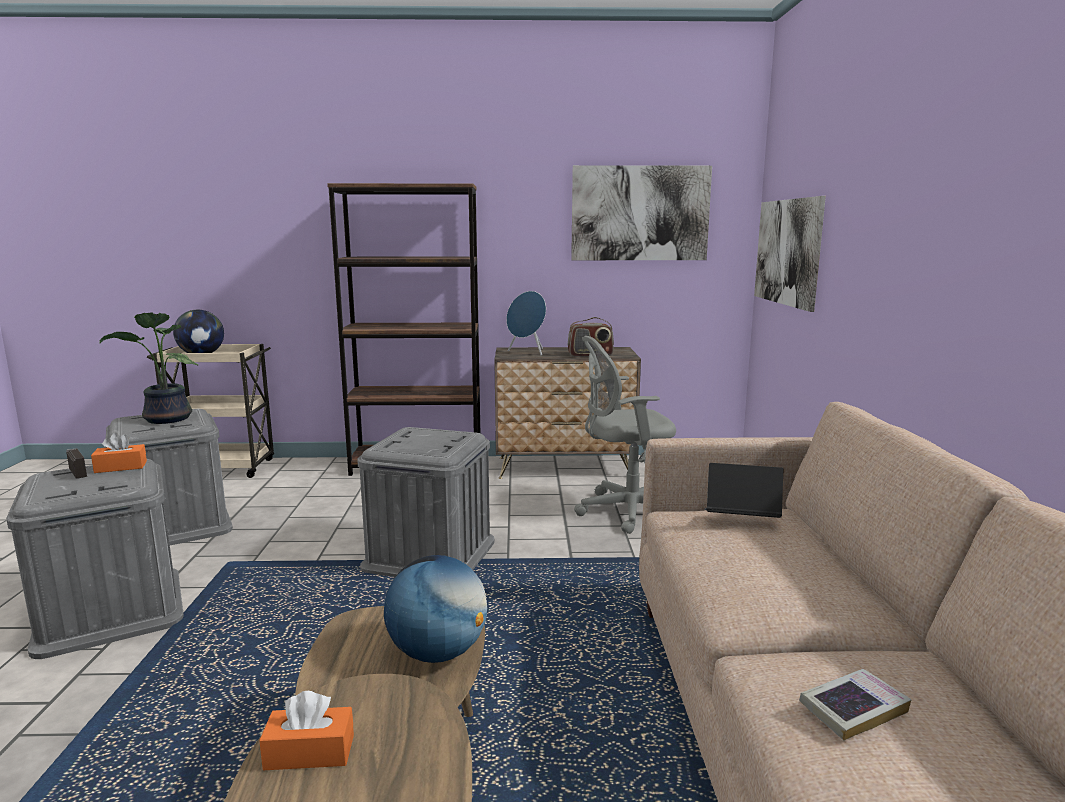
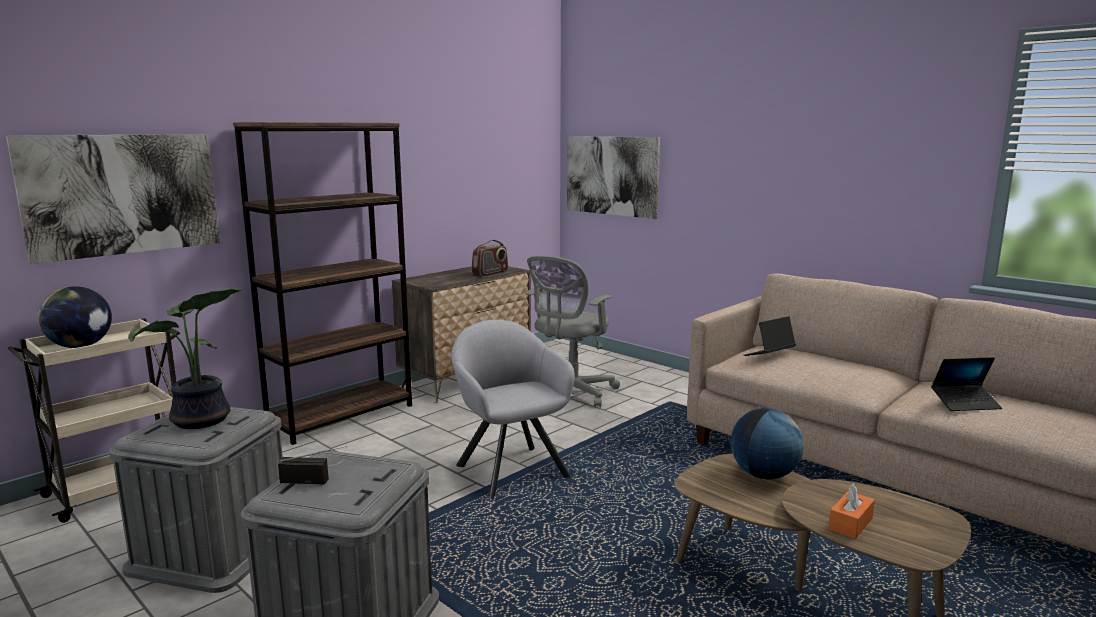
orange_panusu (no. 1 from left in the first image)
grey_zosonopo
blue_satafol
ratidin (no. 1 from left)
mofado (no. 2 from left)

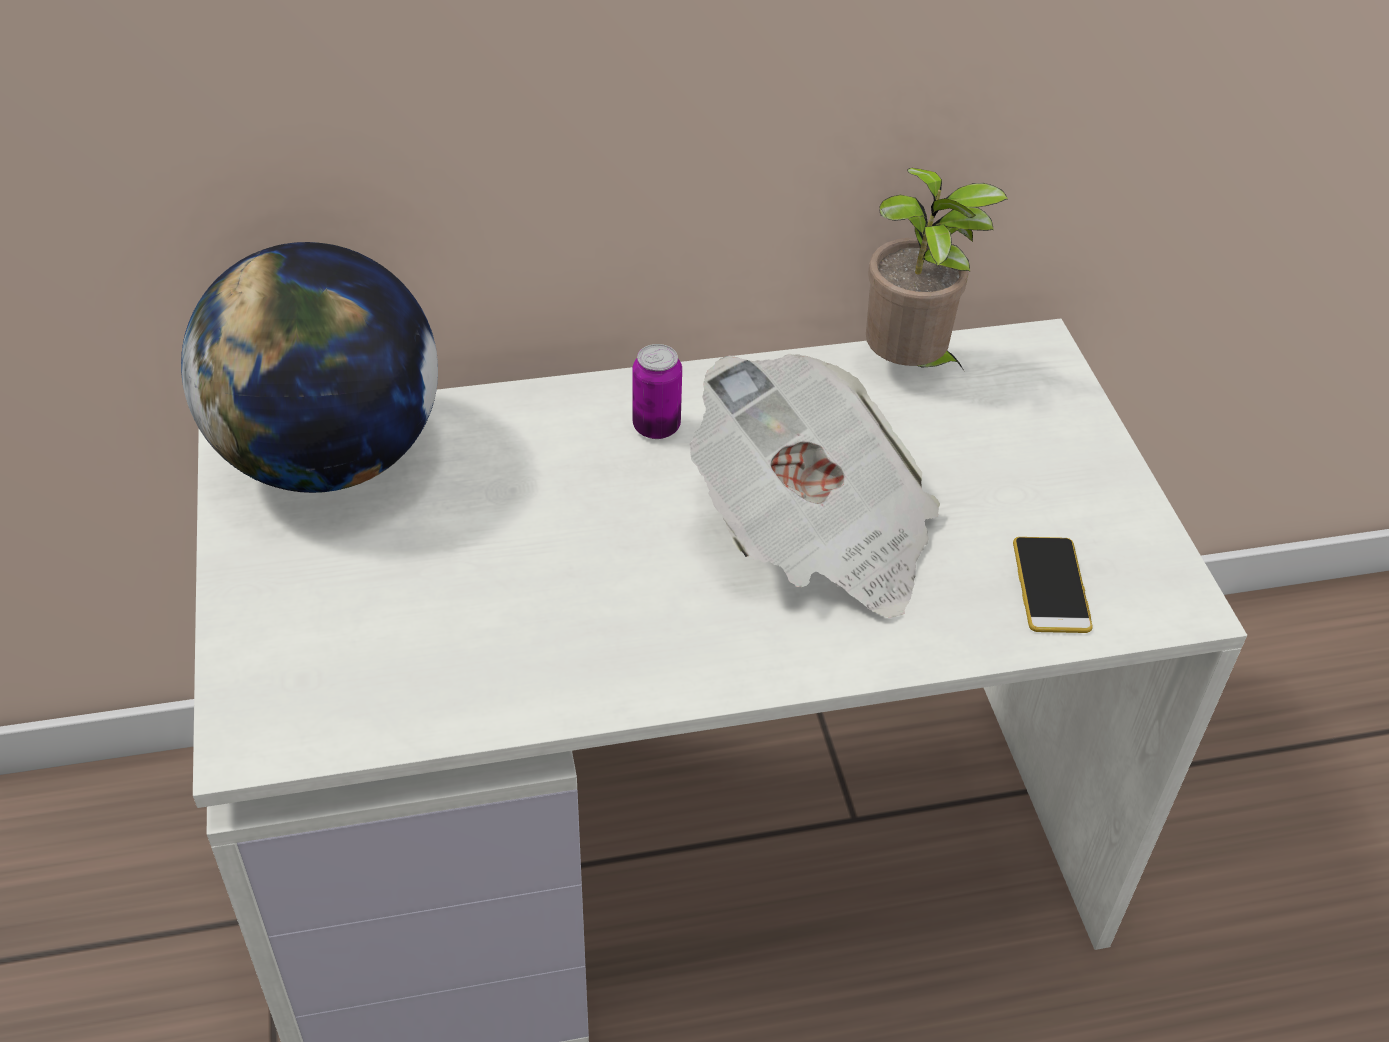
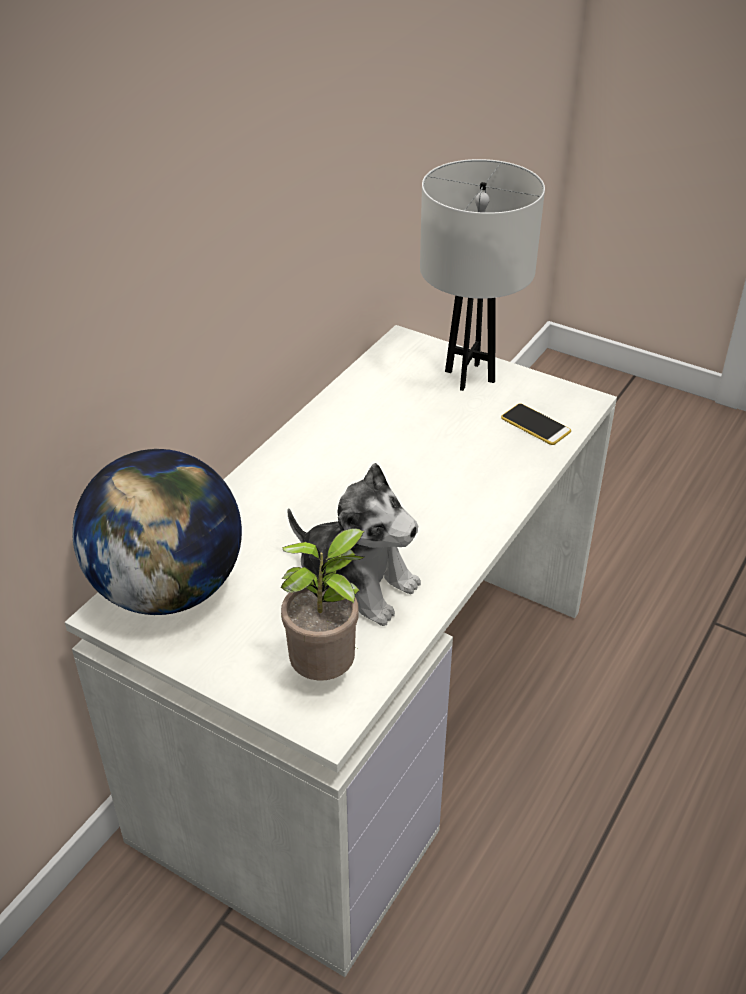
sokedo
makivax
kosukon
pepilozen
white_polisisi

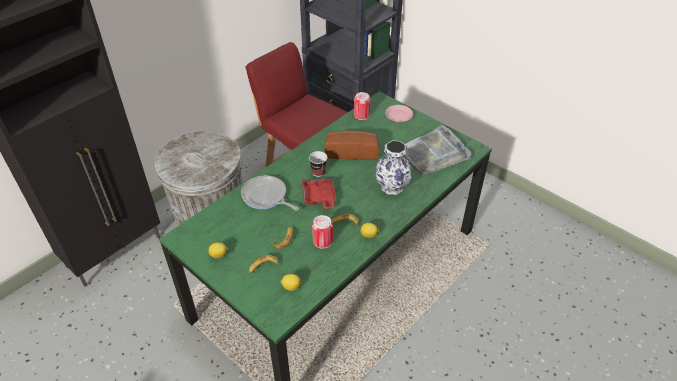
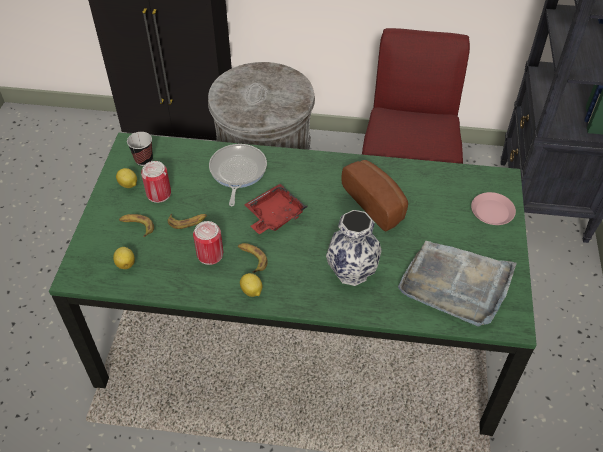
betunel
sokedo (no. 1 from left)

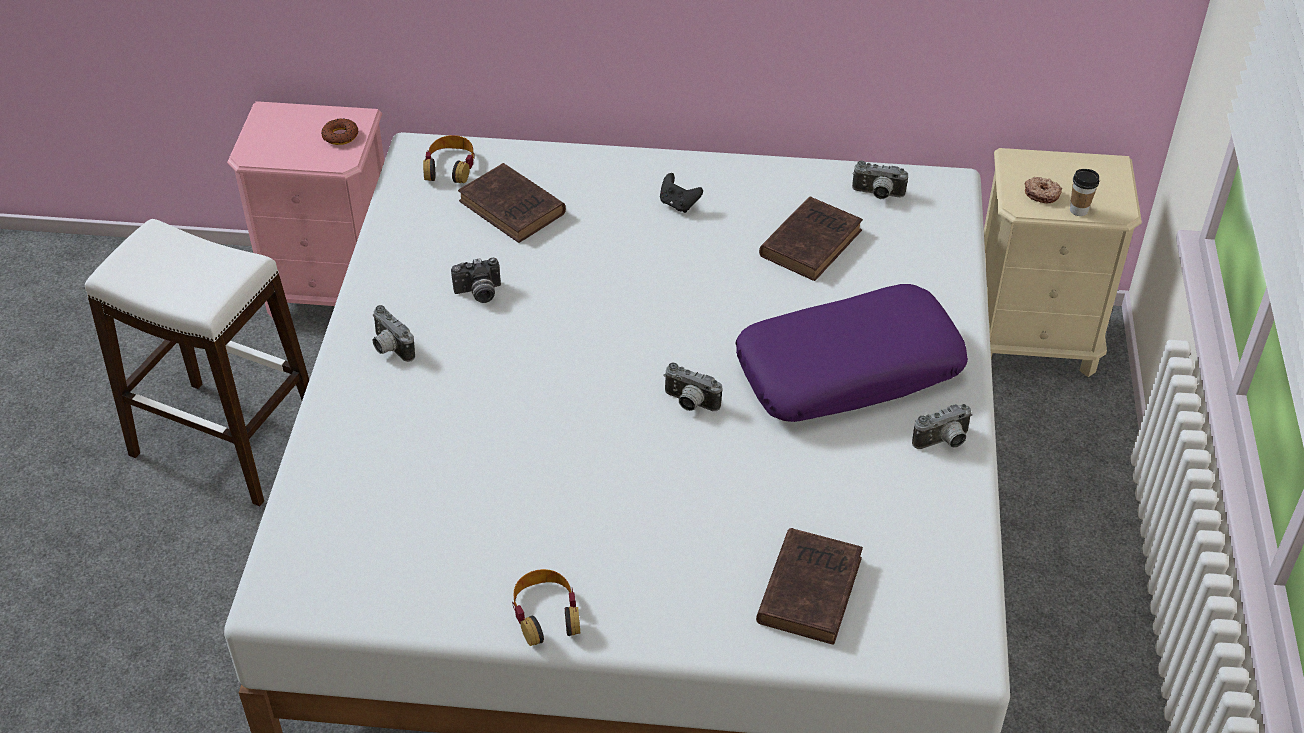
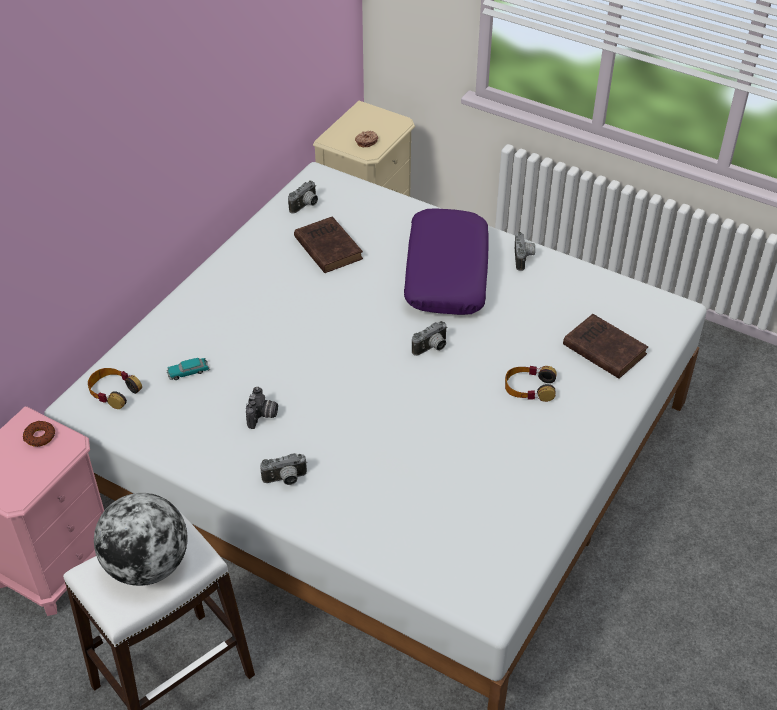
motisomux
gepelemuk (no. 2 from left)
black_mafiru
betunel
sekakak

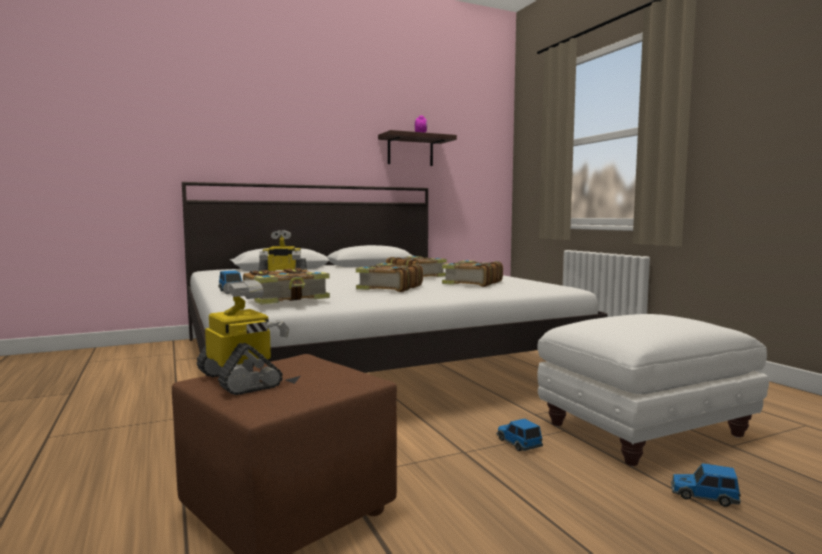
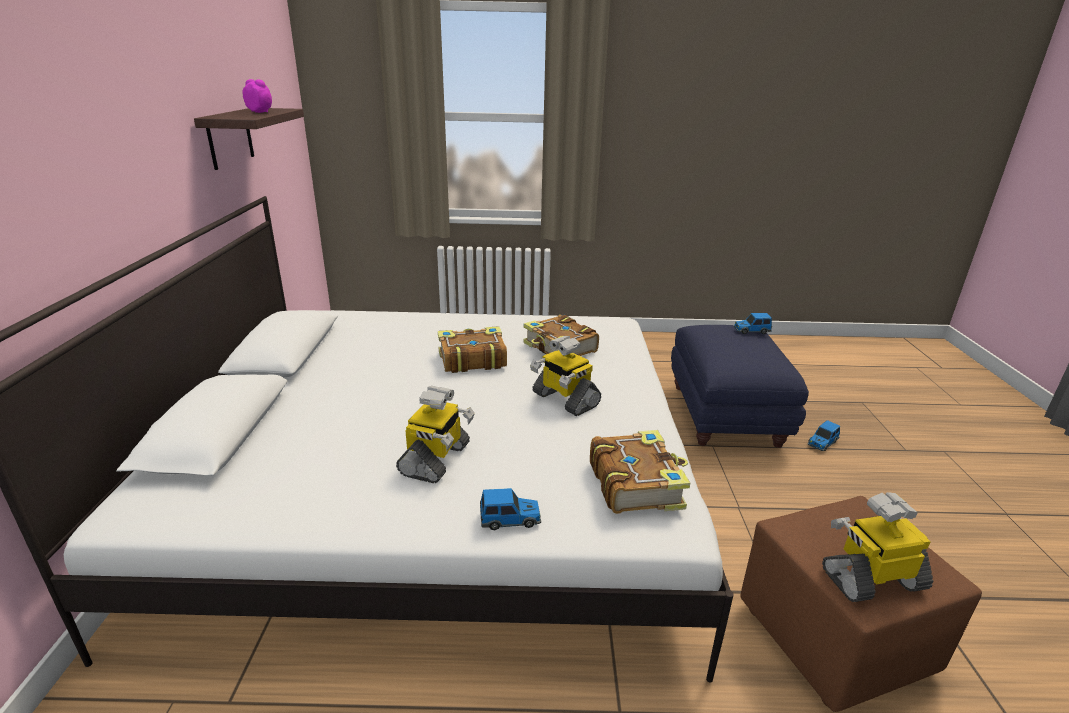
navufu (no. 2 from left)
motisomux (no. 2 from left)
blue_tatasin

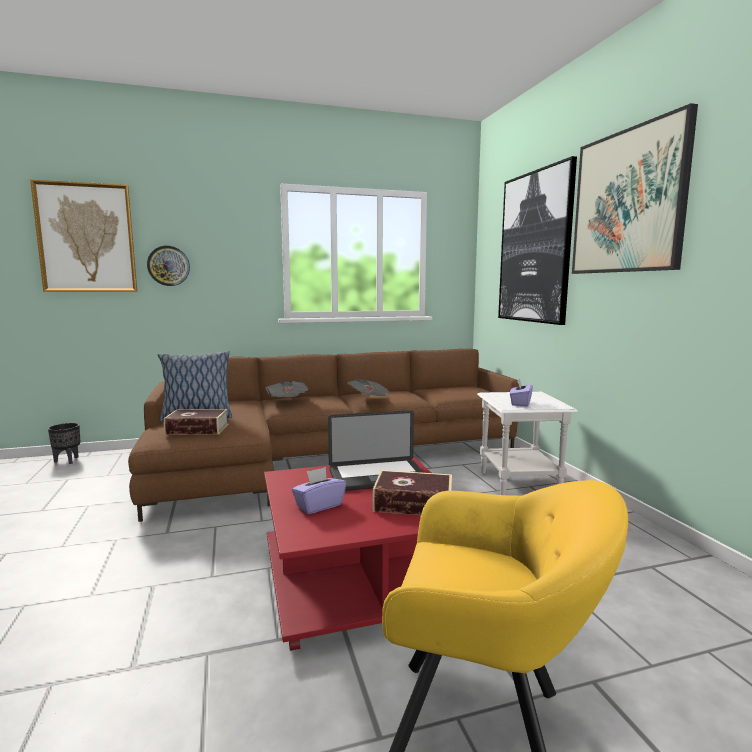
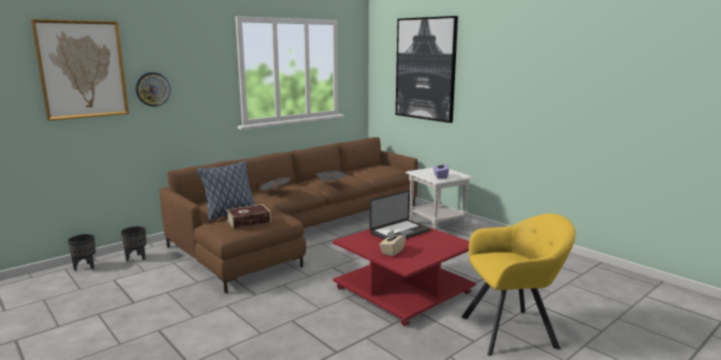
beige_panusu
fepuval (no. 2 from left in the first image)
ratidin (no. 3 from left in the first image)
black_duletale (no. 2 from left)

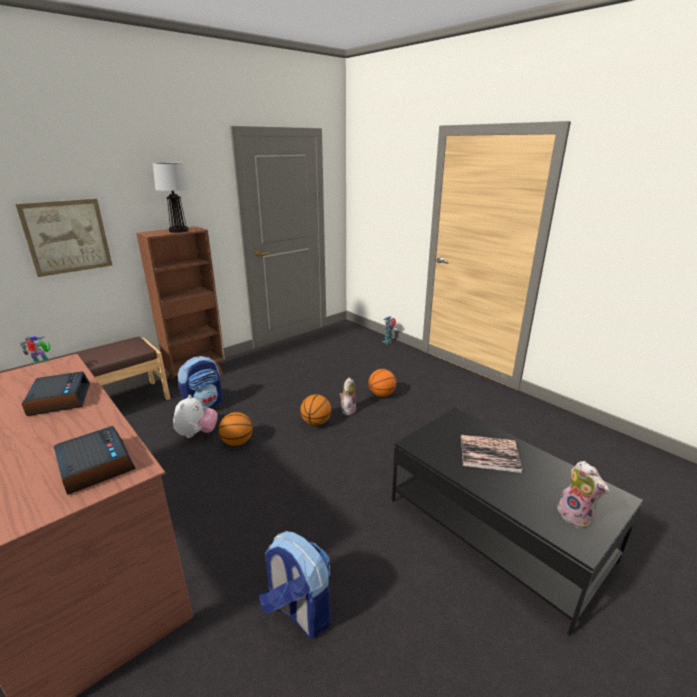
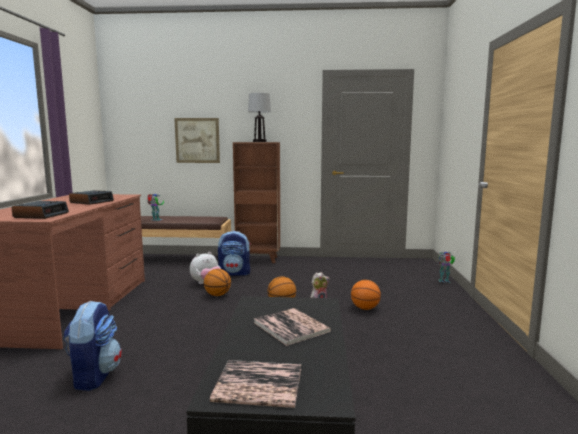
fepuval (no. 1 from left)

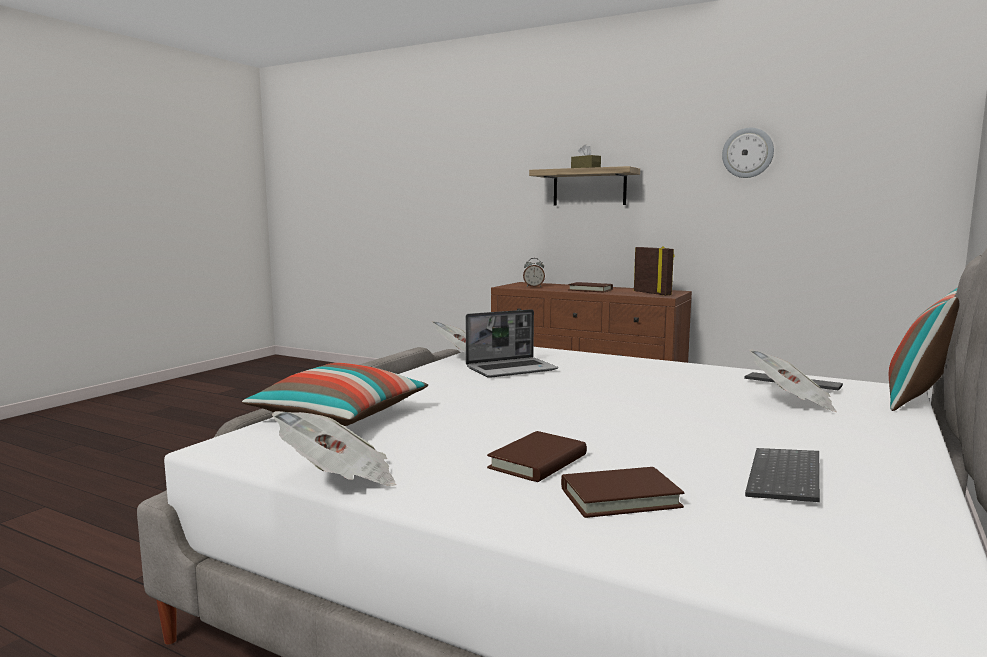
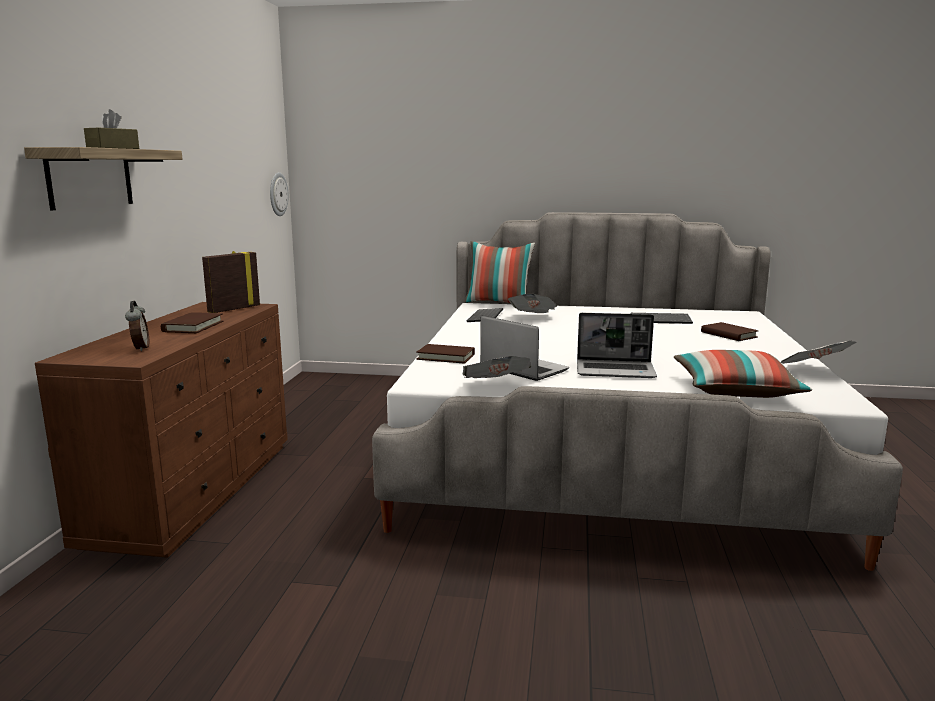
brown_fepuval (no. 2 from left)
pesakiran
mofado (no. 2 from left)

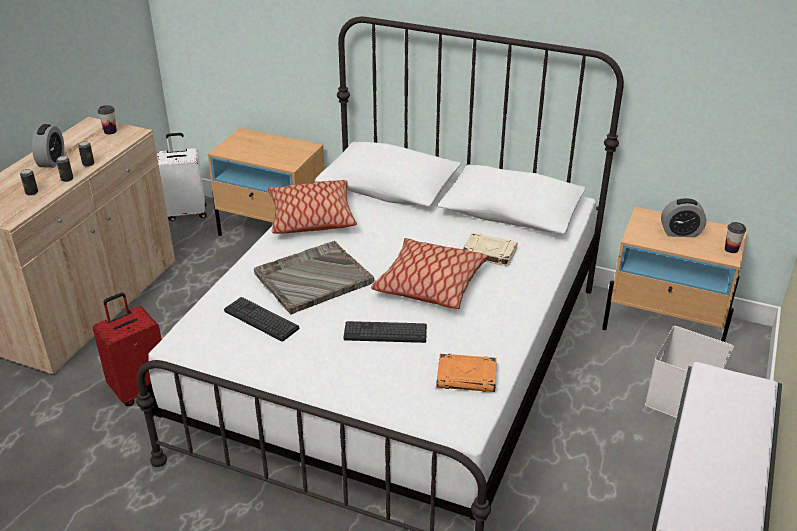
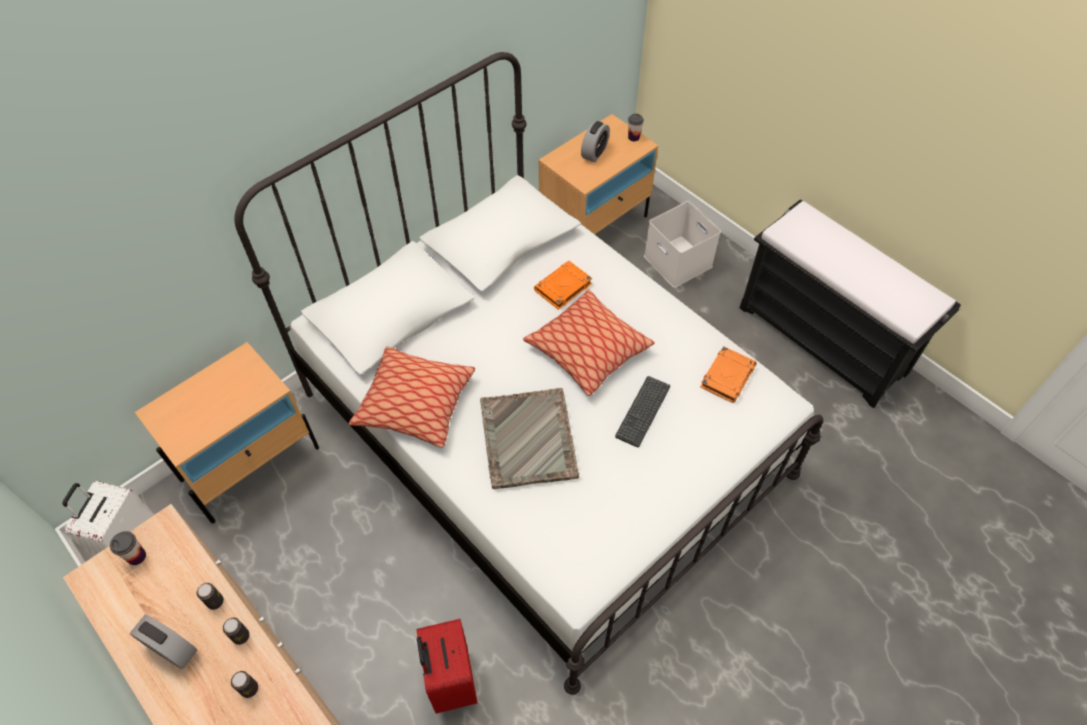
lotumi (no. 1 from left in the first image)
orange_fepuval (no. 1 from left)

